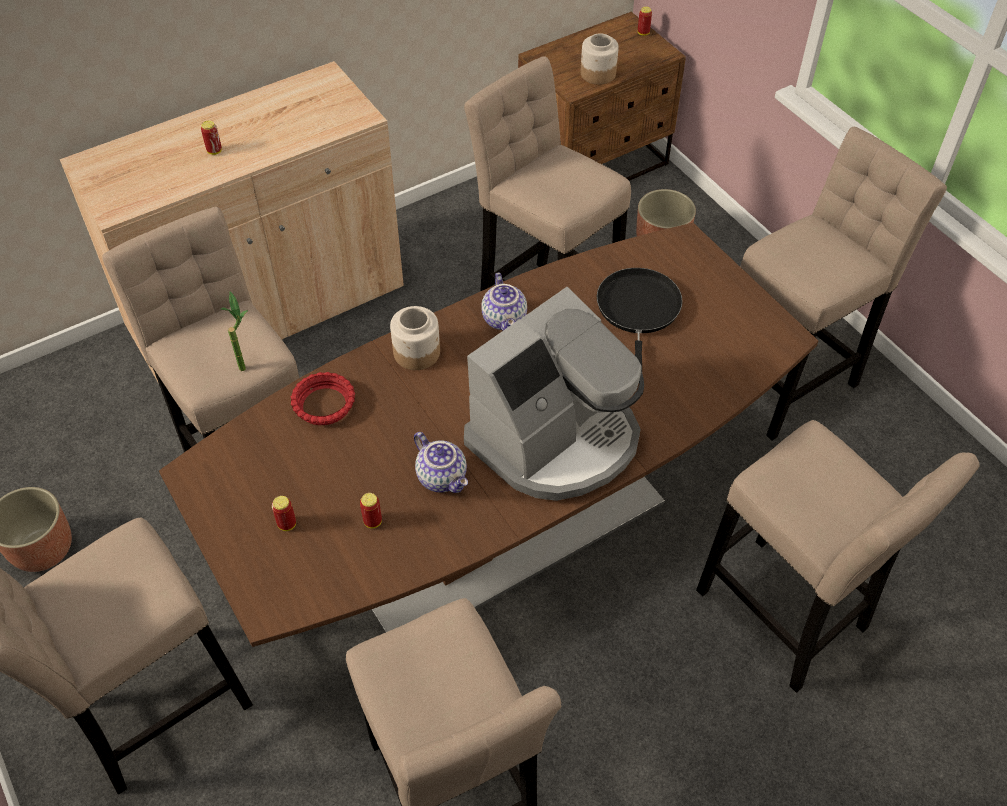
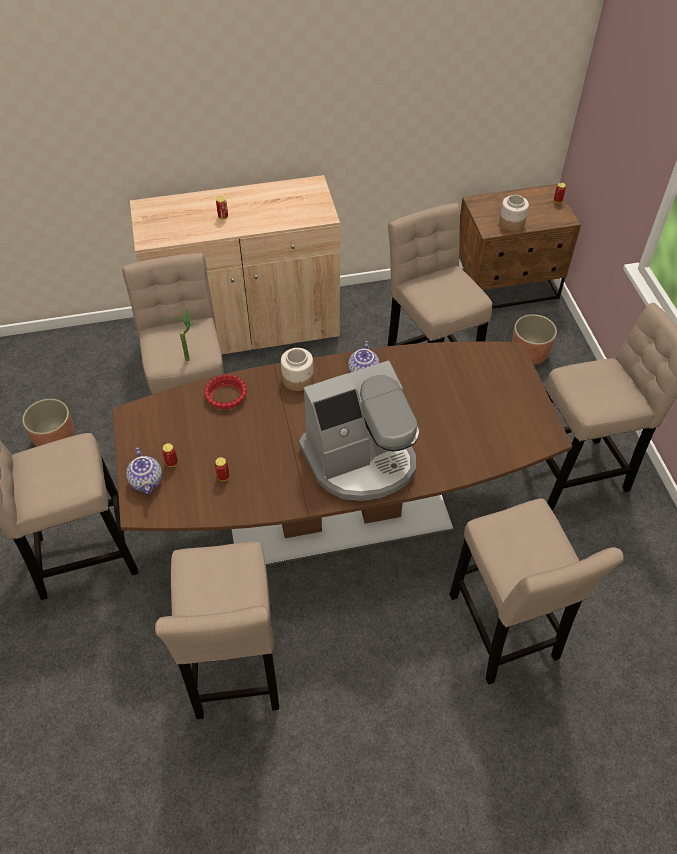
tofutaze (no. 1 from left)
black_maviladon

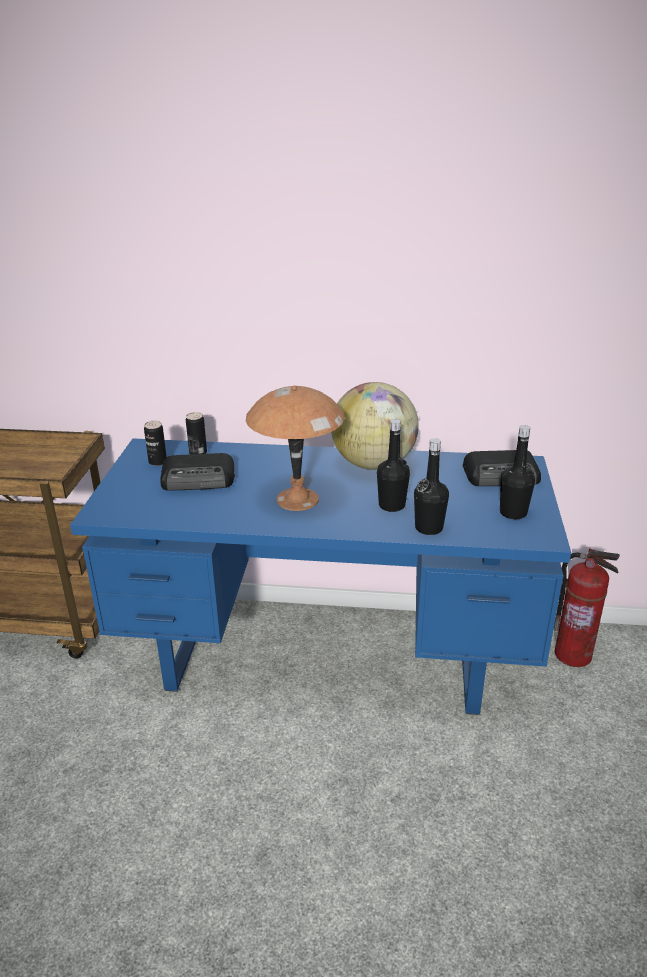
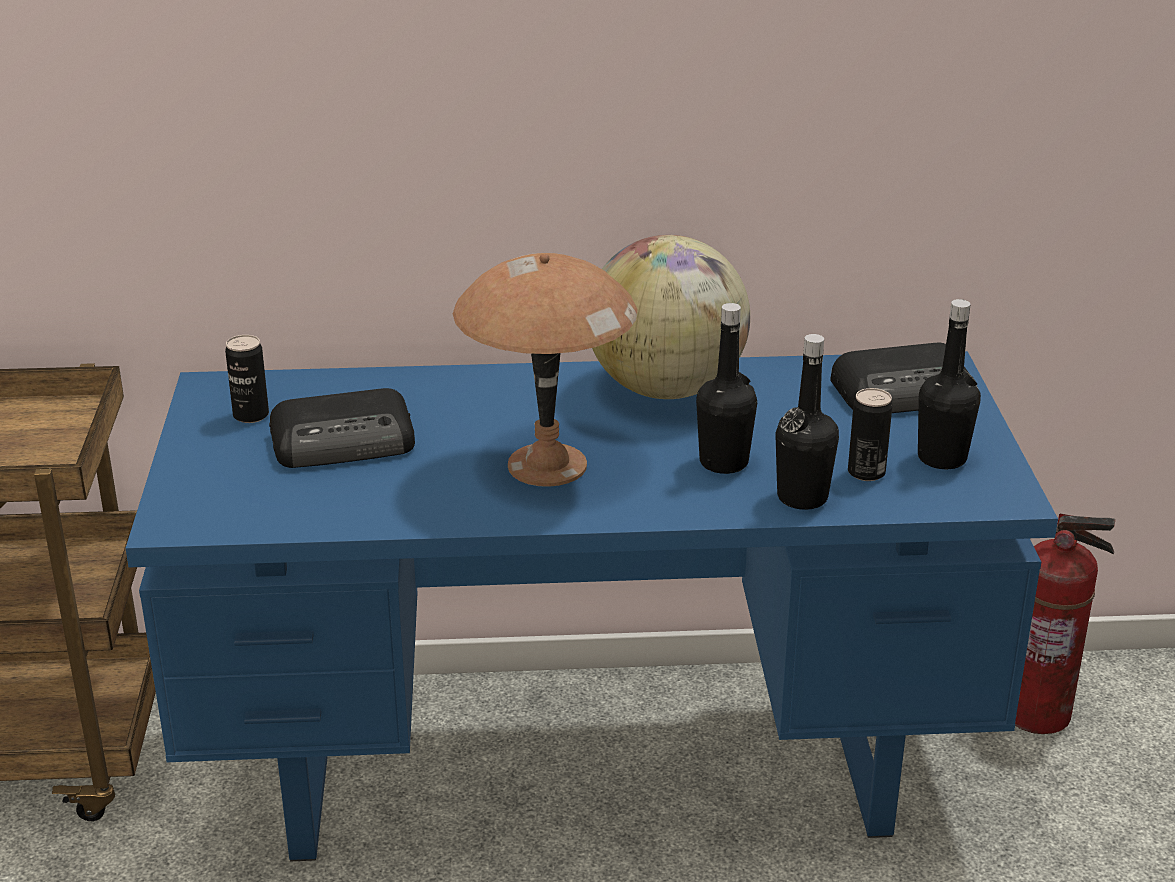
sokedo (no. 2 from left)

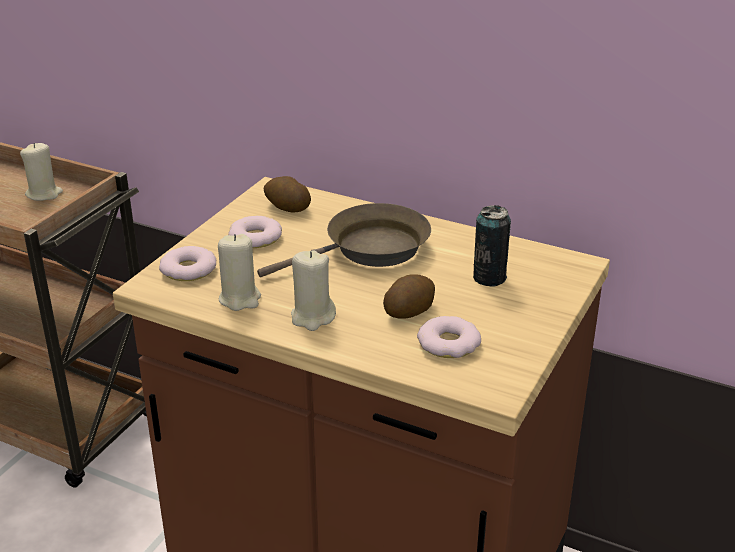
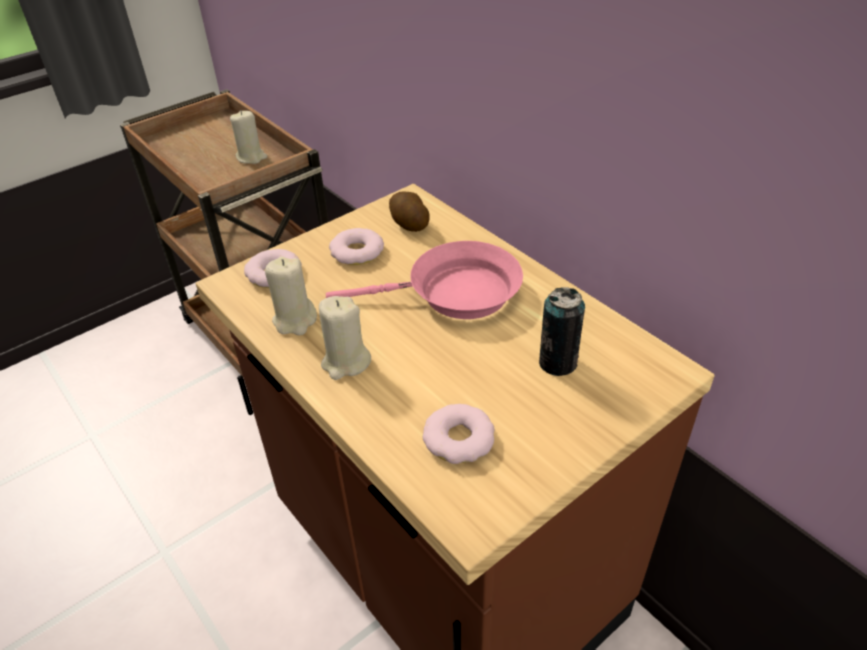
pink_maviladon
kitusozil (no. 2 from left in the first image)

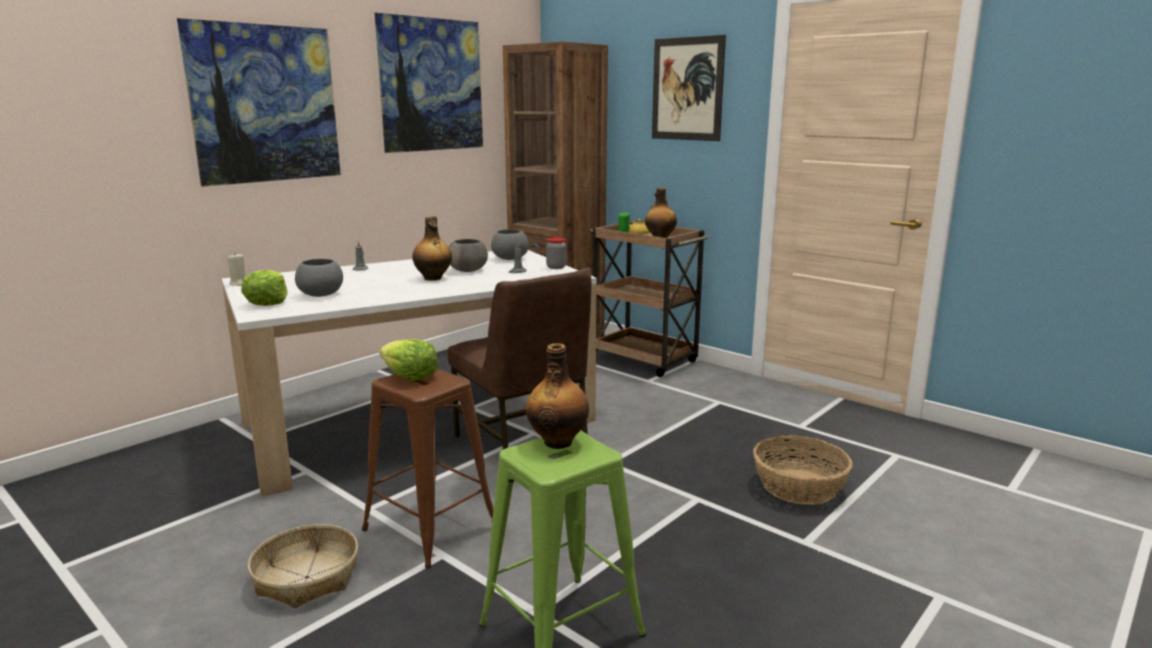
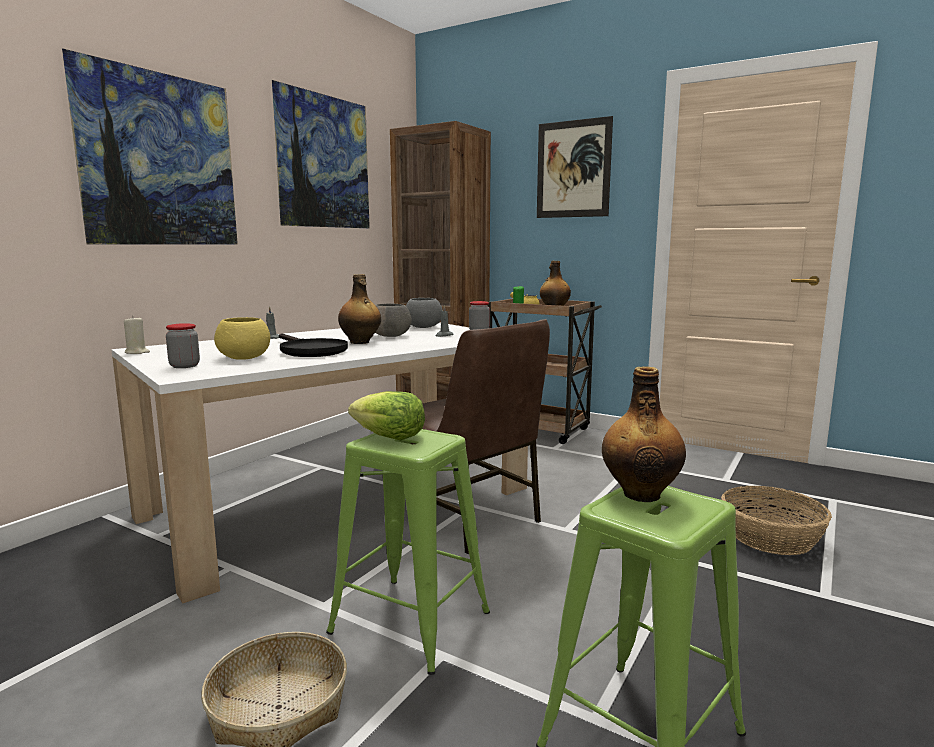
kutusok (no. 1 from left)
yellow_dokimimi
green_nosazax (no. 1 from left)
black_maviladon

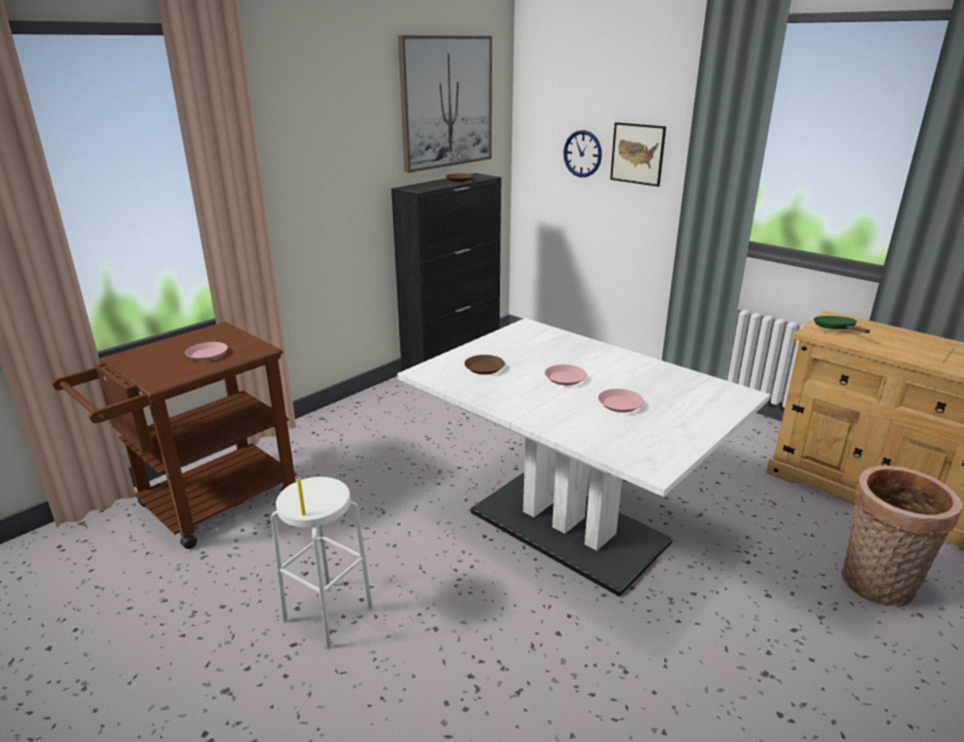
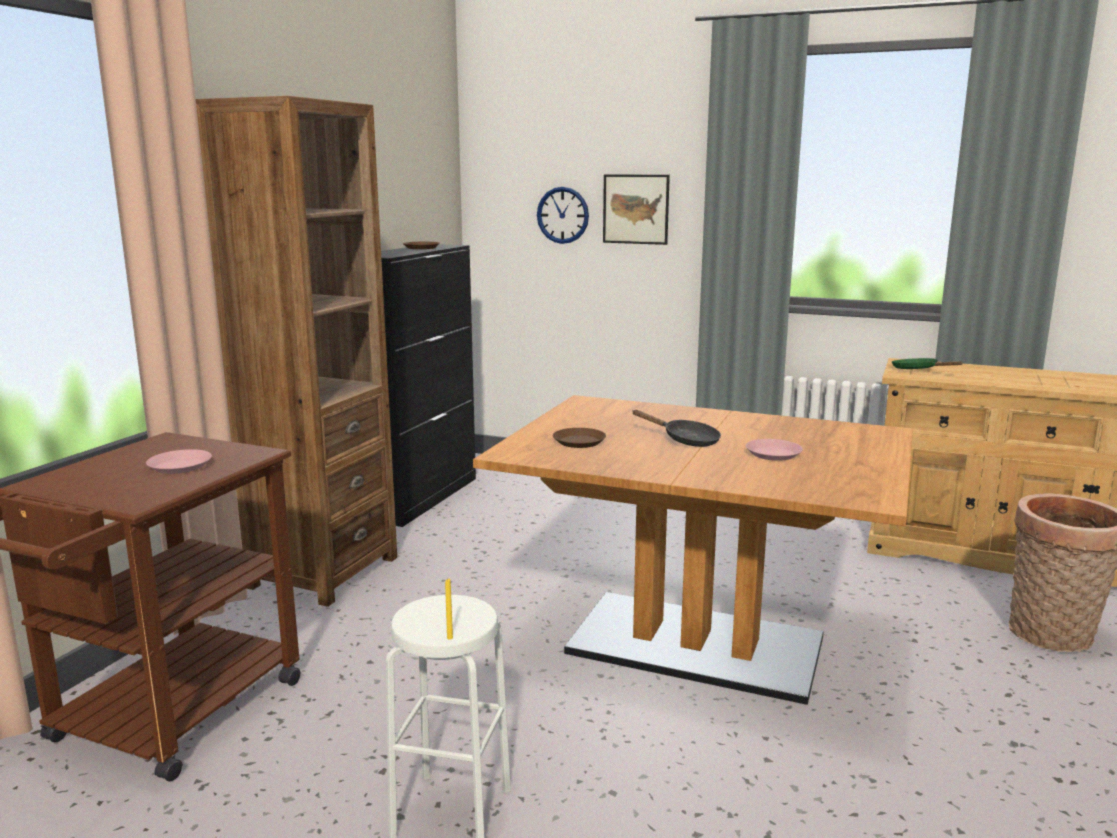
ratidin (no. 1 from left in the first image)
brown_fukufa
black_maviladon
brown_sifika

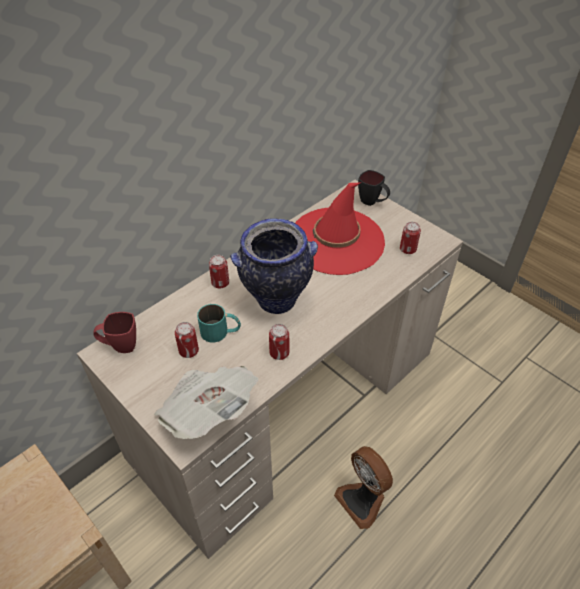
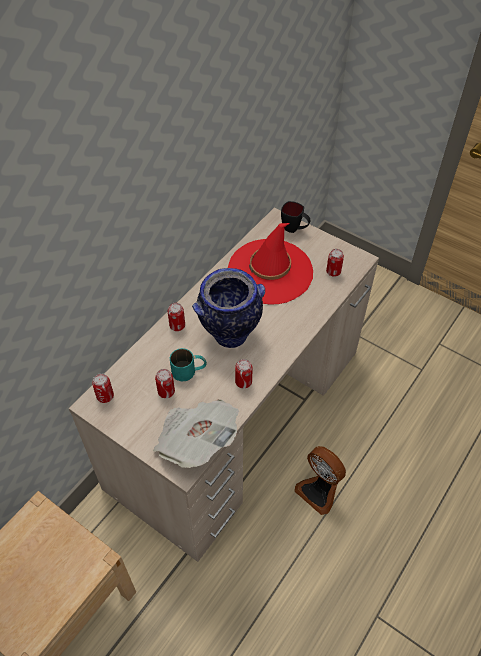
sokedo (no. 1 from left)

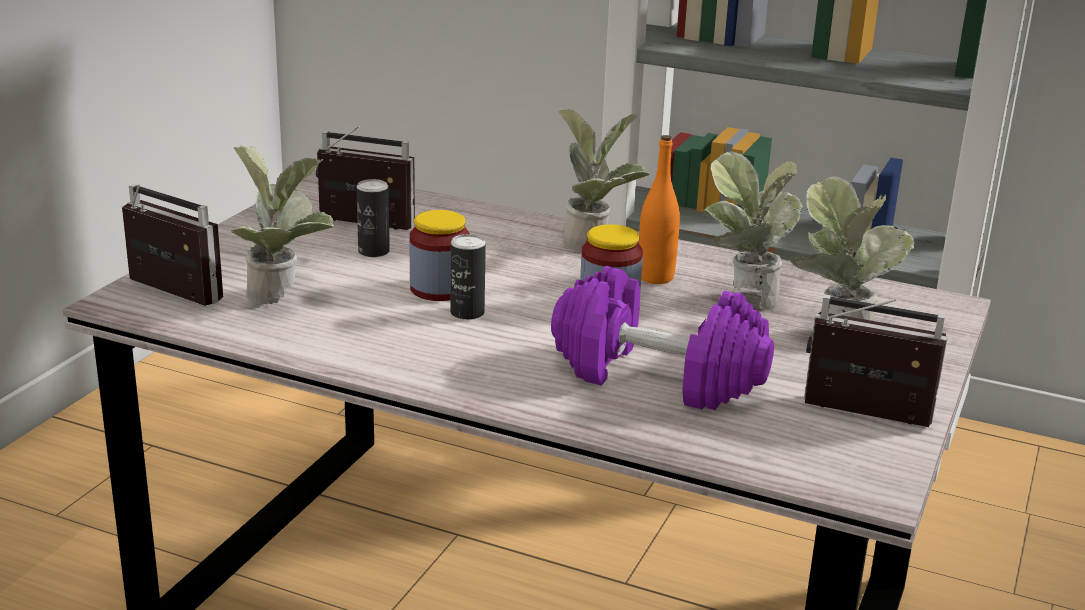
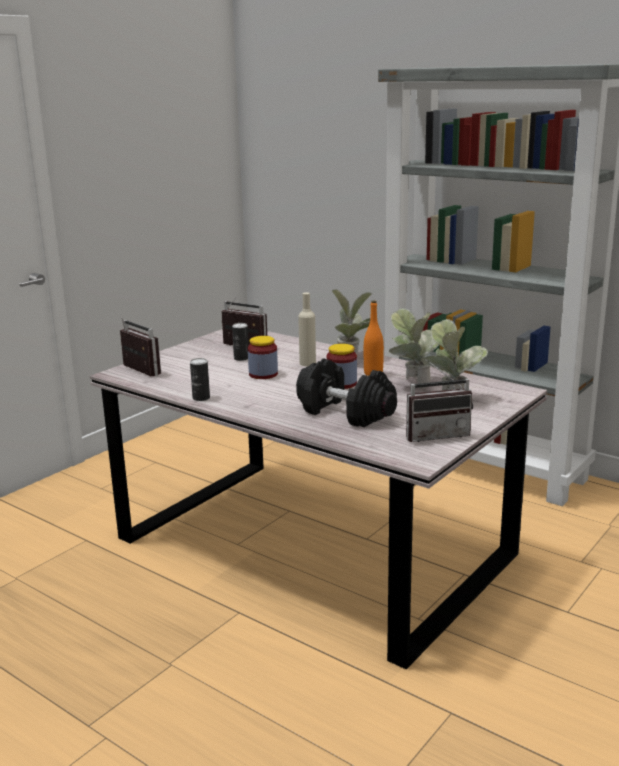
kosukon (no. 1 from left in the first image)
sokedo (no. 1 from left)
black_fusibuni
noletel (no. 3 from left)
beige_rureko

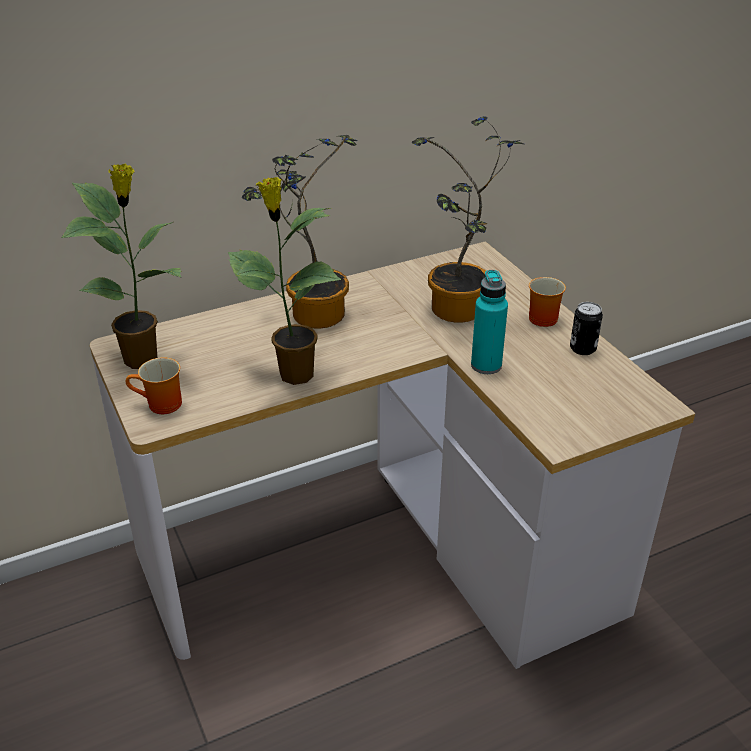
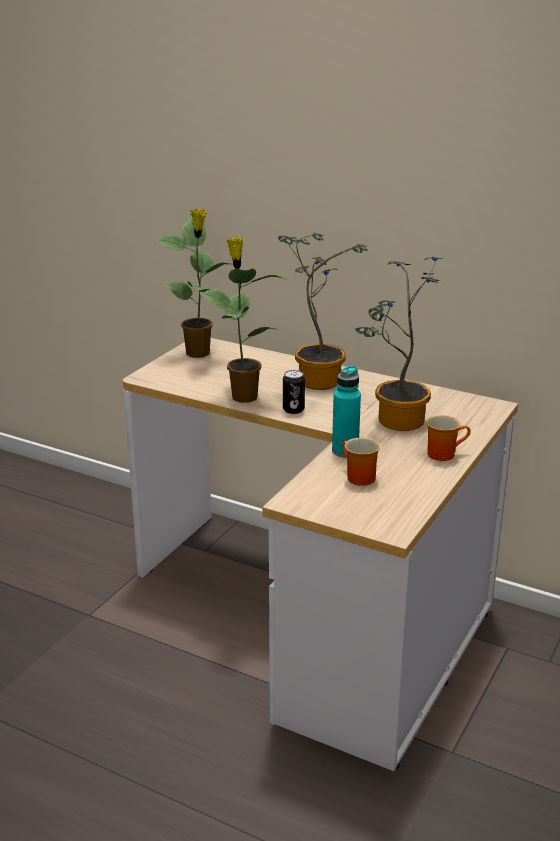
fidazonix (no. 1 from left)
sokedo

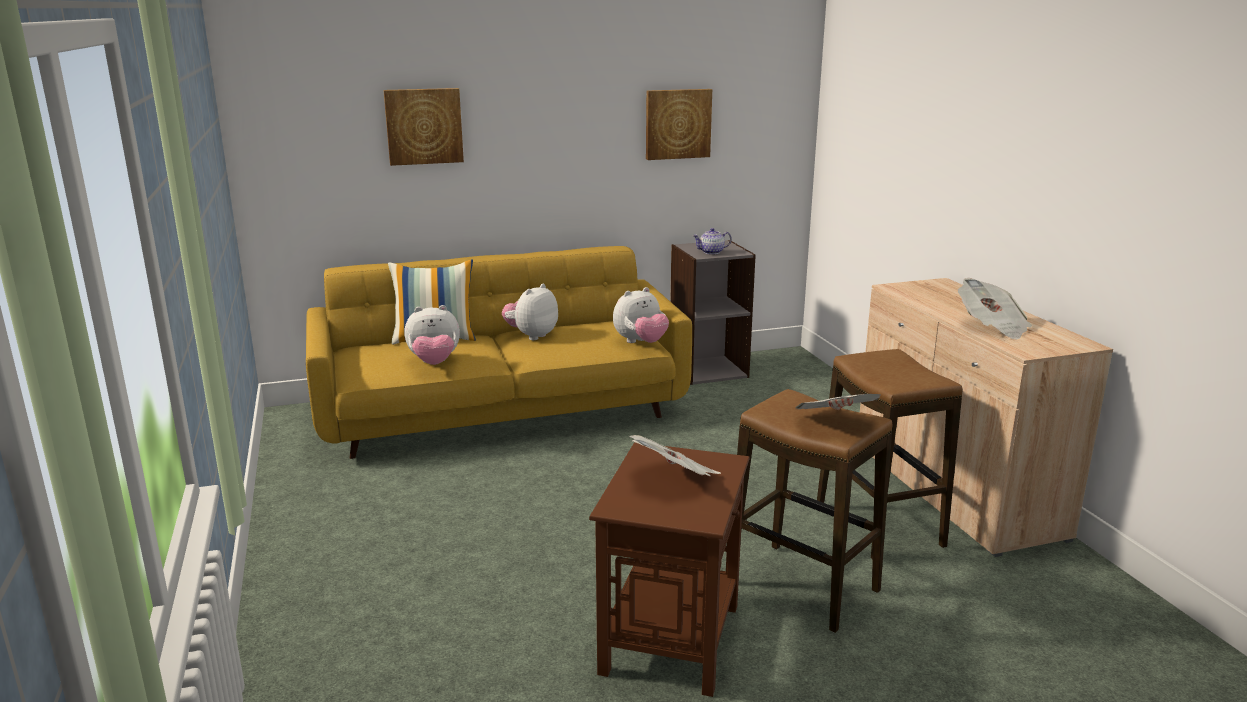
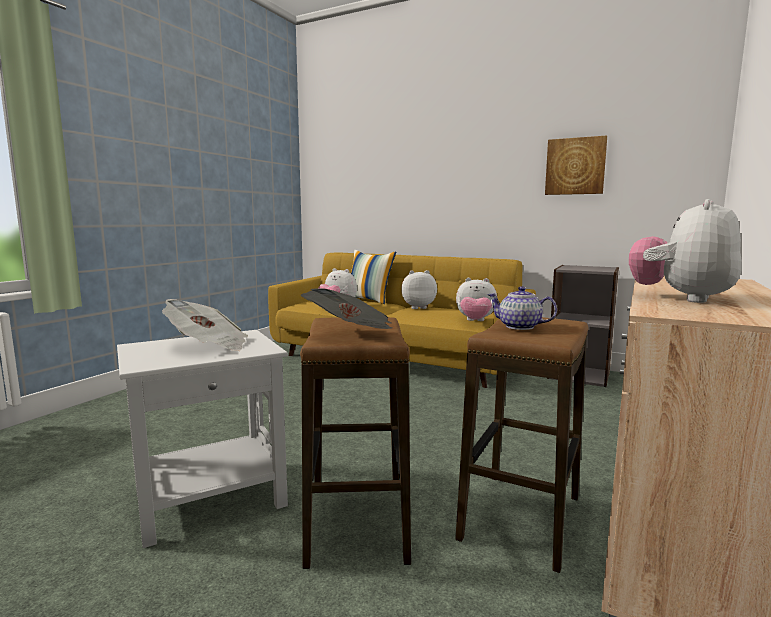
ratidin (no. 1 from left in the first image)
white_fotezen
tofutaze
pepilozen (no. 4 from left)

